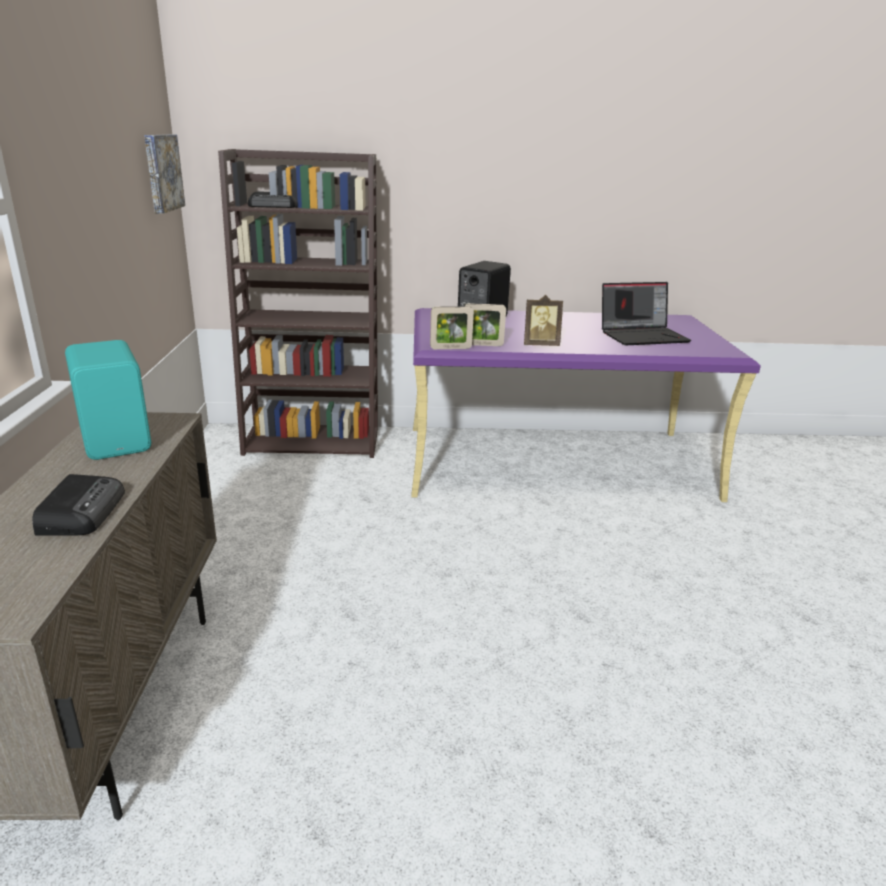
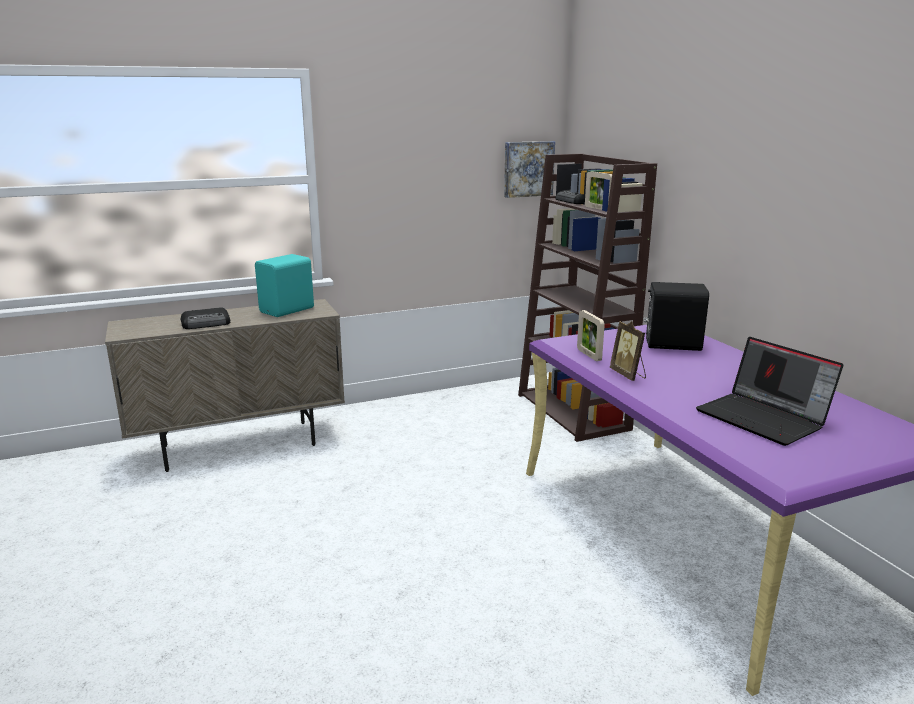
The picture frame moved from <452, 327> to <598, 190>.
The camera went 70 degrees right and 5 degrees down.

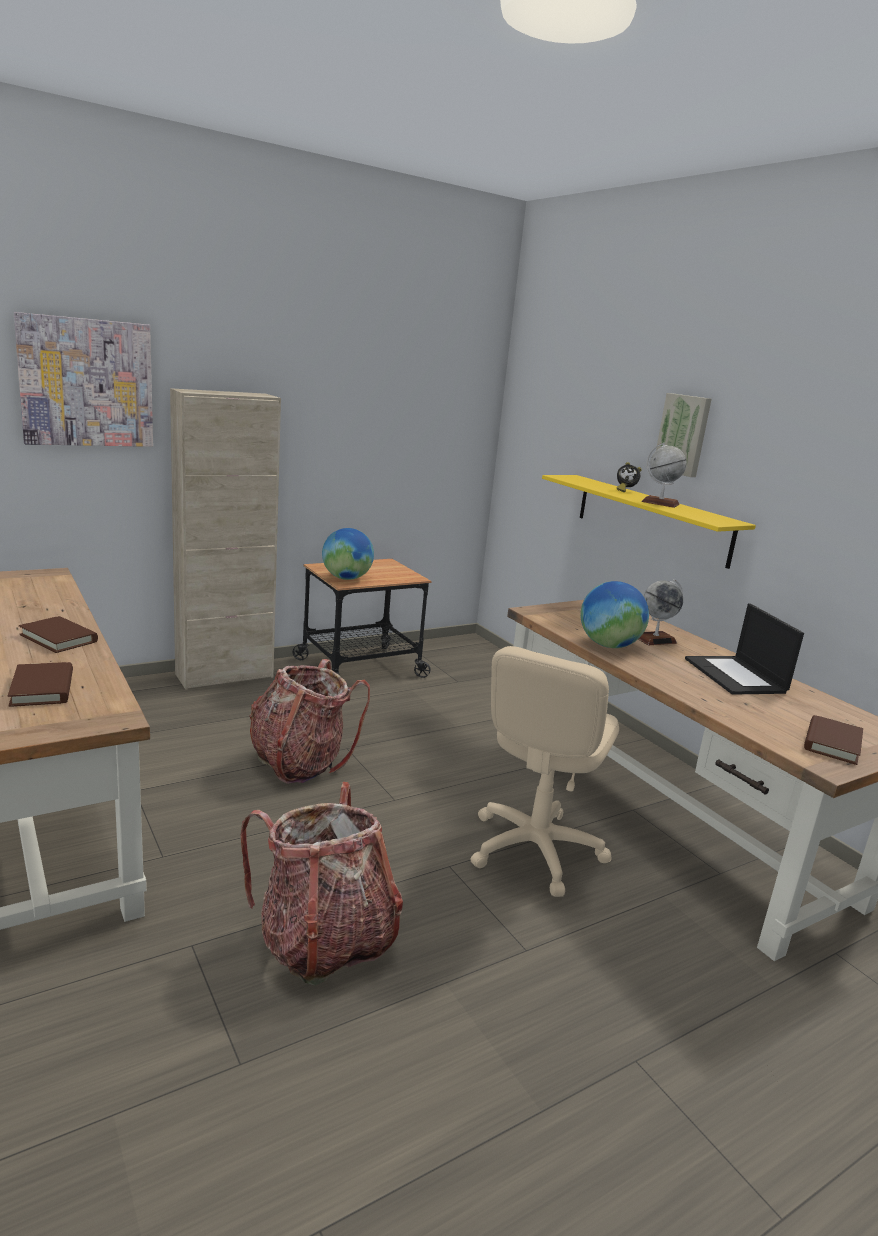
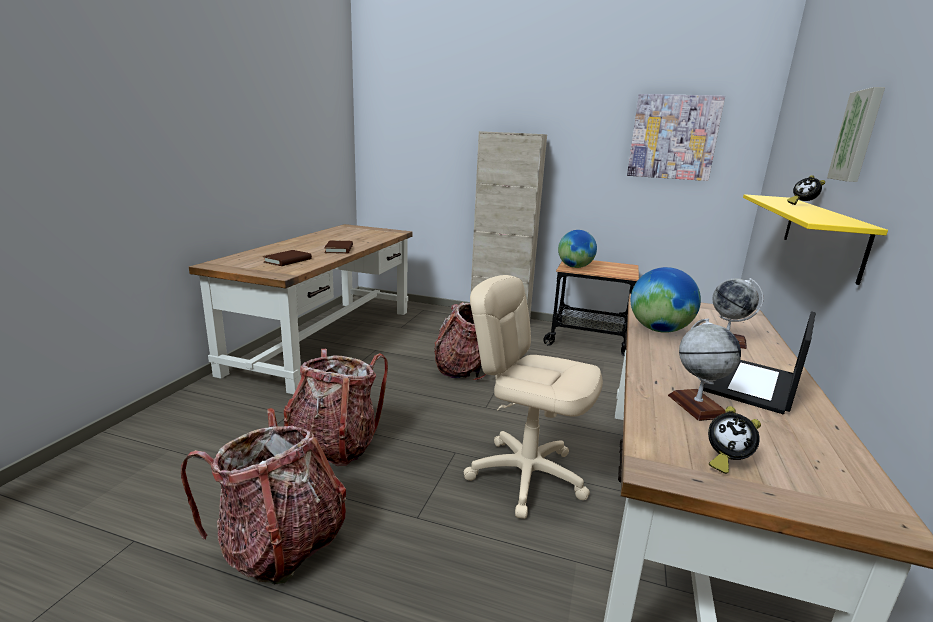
The picture moved from <83, 379> to <676, 137>.
The office chair (beige) at <544, 771> turned 45 degrees clockwise.
The globe moved from <664, 475> to <704, 370>.
The book (brown) at <833, 740> was replaced by the alarm clock at <734, 440>.
The backpack at <263, 496> appeared.
The camera went 50 degrees right and 0 degrees up.

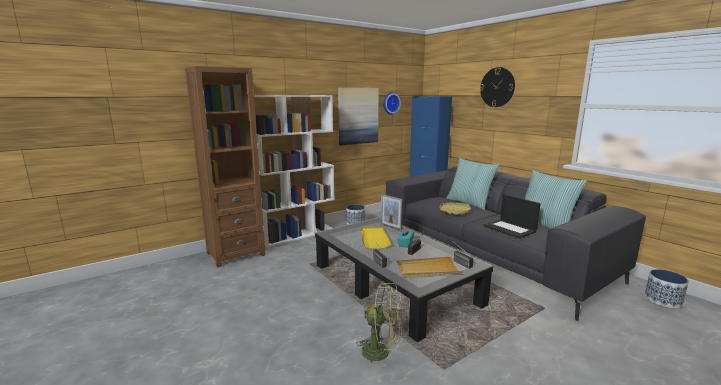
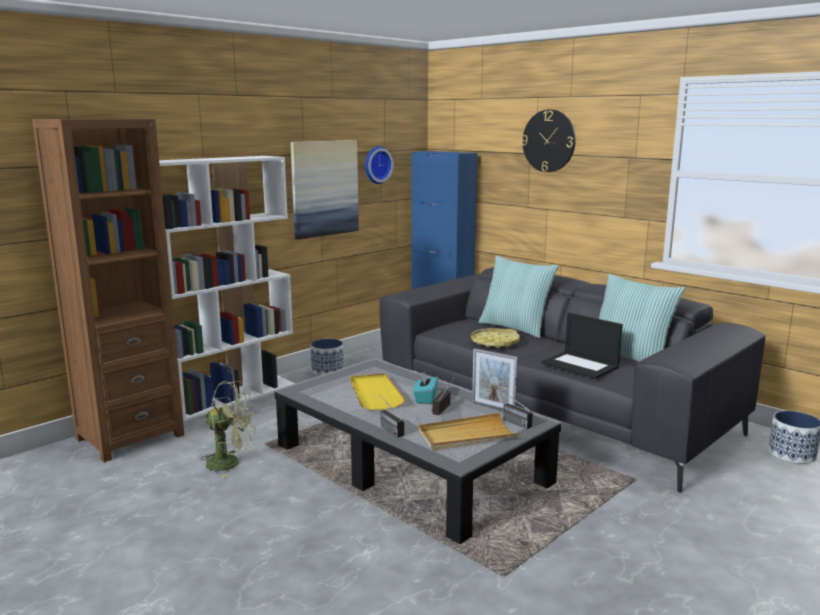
The fan (green) moved from <379, 326> to <227, 429>.
The picture frame moved from <392, 212> to <495, 379>.
The camera went 10 degrees left and 0 degrees up.

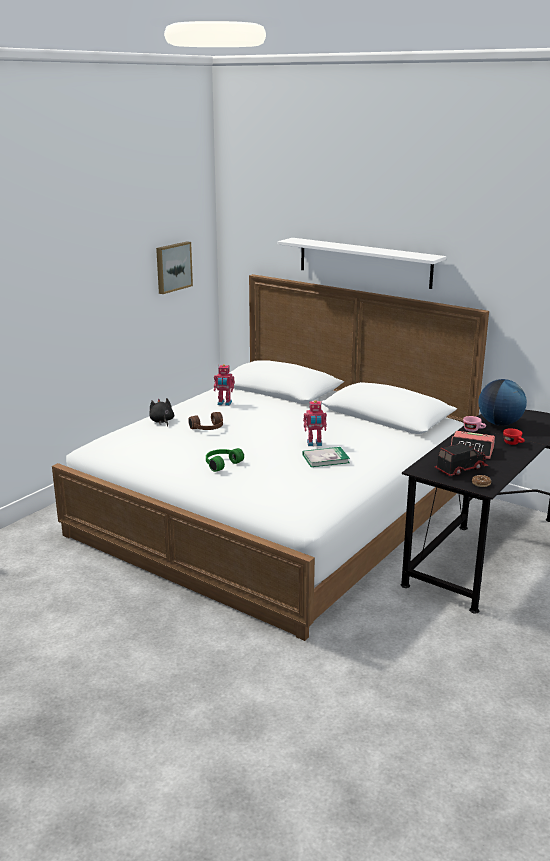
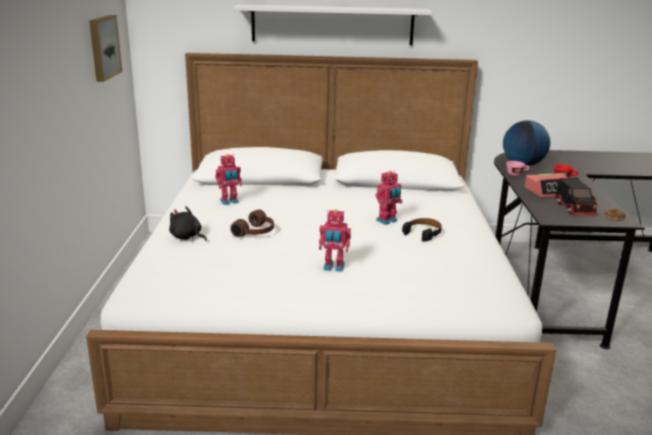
The headphones (green) at <225, 460> was replaced by the toy robot at <335, 241>.
The book at <326, 457> was replaced by the headphones (black) at <422, 230>.
The toy truck at <462, 459> turned 150 degrees clockwise.
The camera went 35 degrees left and 0 degrees up.

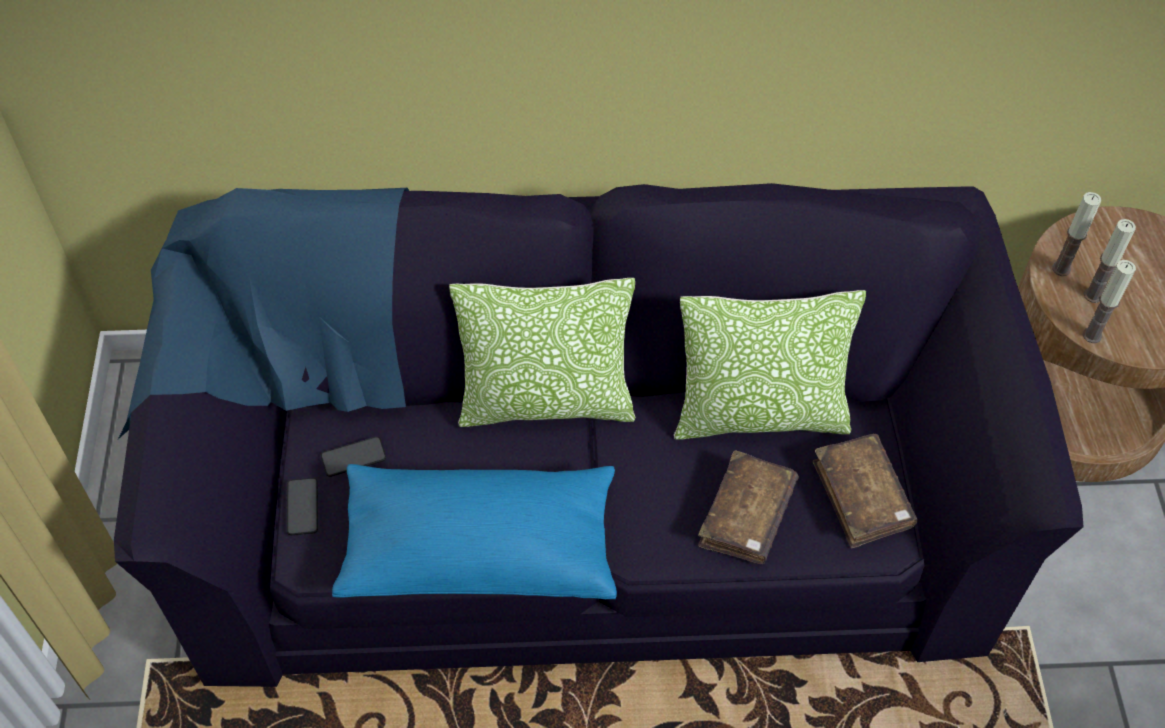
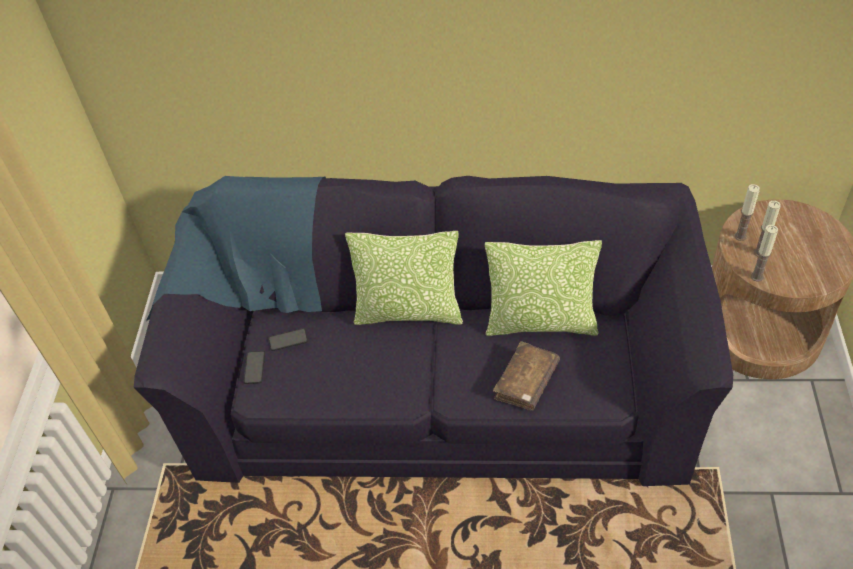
The pillow (blue) at <474, 531> disappeared.
The book (brown) at <865, 491> disappeared.
The camera went 10 degrees right and 5 degrees down.

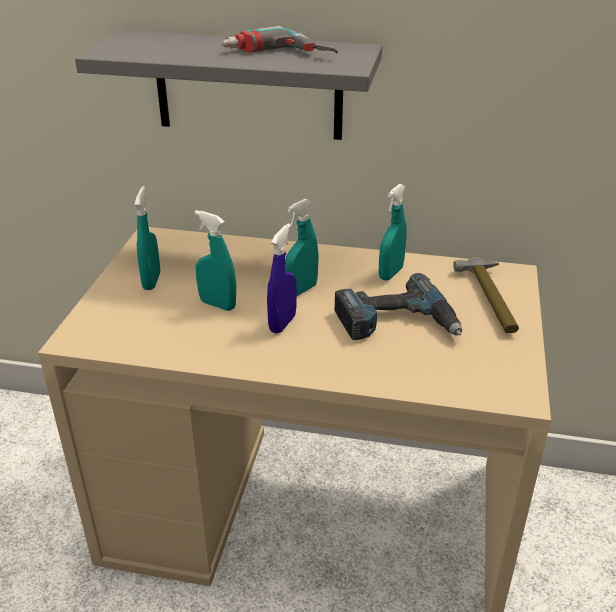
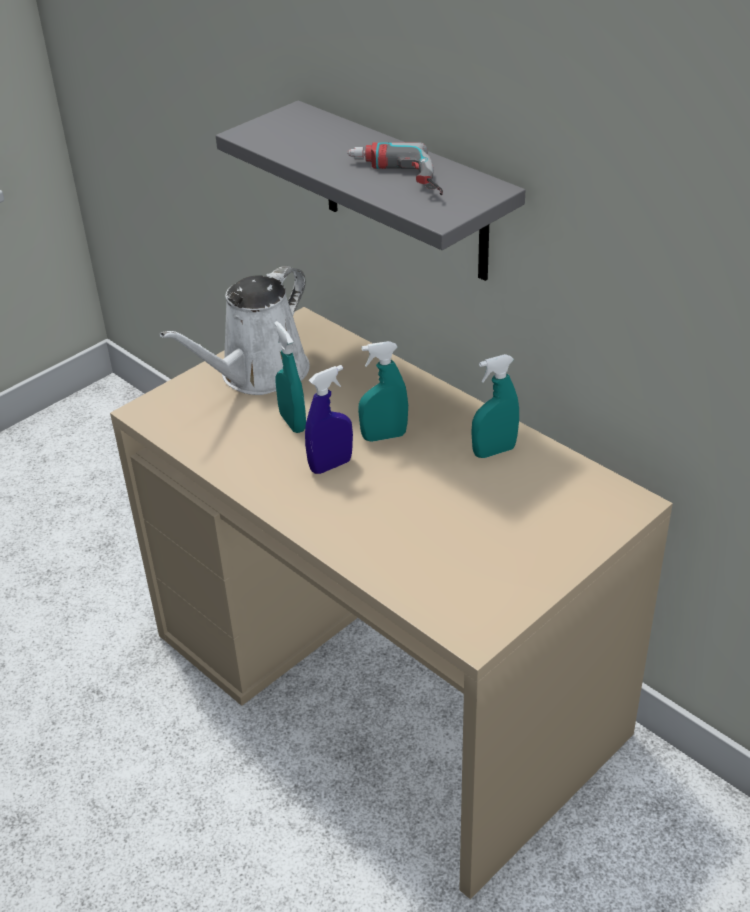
The spray bottle (turquoise) at <147, 238> was replaced by the watering can (white) at <235, 330>.
The power drill at <398, 306> disappeared.
The hammer at <486, 295> disappeared.
The camera went 35 degrees right and 5 degrees up.

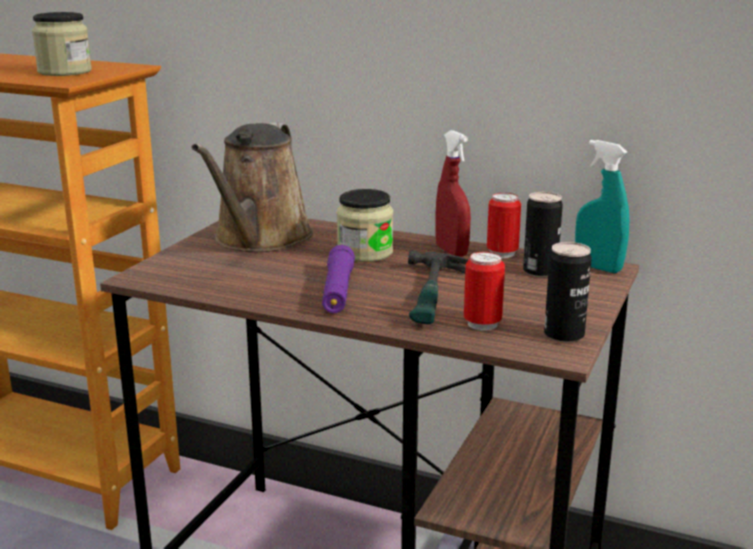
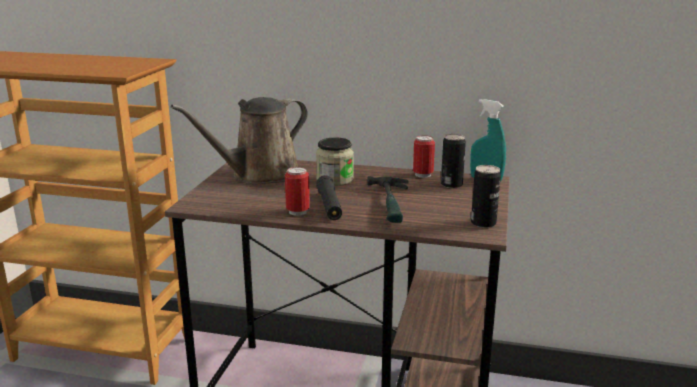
The jar at <62, 44> disappeared.
The watering can (brown) at <252, 187> turned 45 degrees clockwise.
The flashlight (purple) at <338, 279> became the flashlight (black) at <329, 197>.
The spray bottle (red) at <453, 193> disappeared.
The can moved from <484, 291> to <297, 191>.
The camera went 10 degrees left and 0 degrees up.

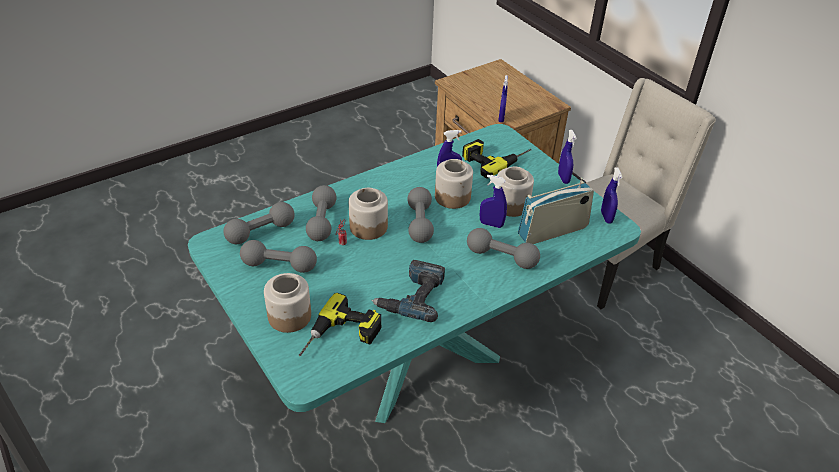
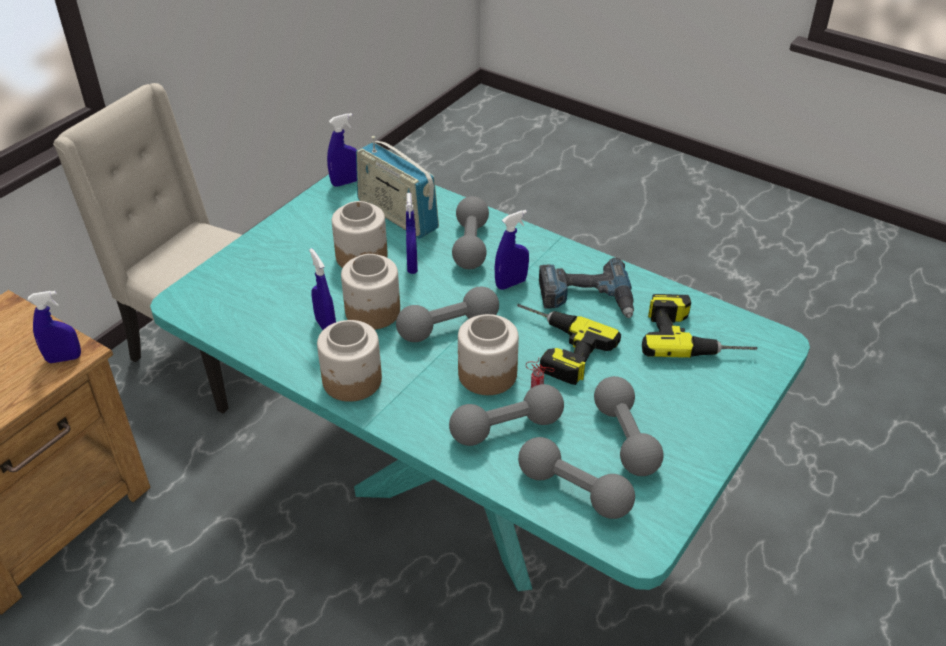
The jar moved from <287, 303> to <349, 361>.
The power drill moved from <496, 159> to <569, 344>.
The spray bottle (blue) moved from <567, 157> to <512, 250>.
The camera went 110 degrees left and 0 degrees up.

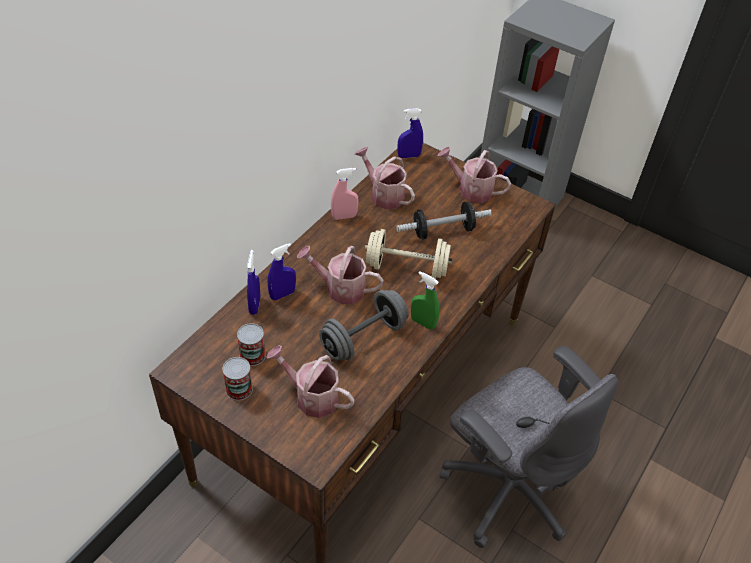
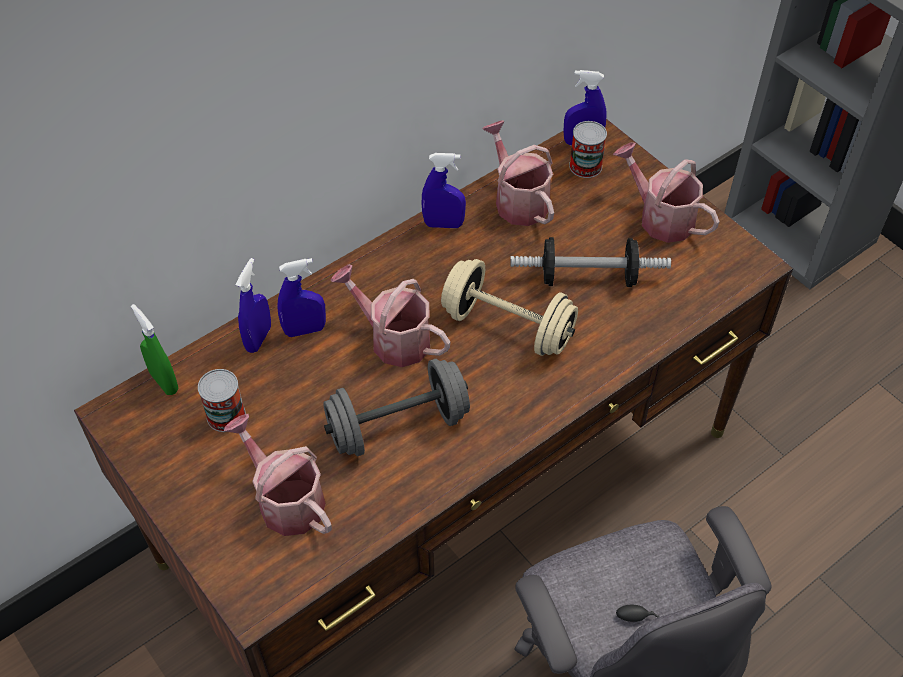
The can moved from <238, 379> to <588, 149>.
The spray bottle (pink) at <345, 194> became the spray bottle (blue) at <444, 190>.
The spray bottle (green) moved from <425, 300> to <154, 349>.
The camera went 20 degrees right and 5 degrees up.

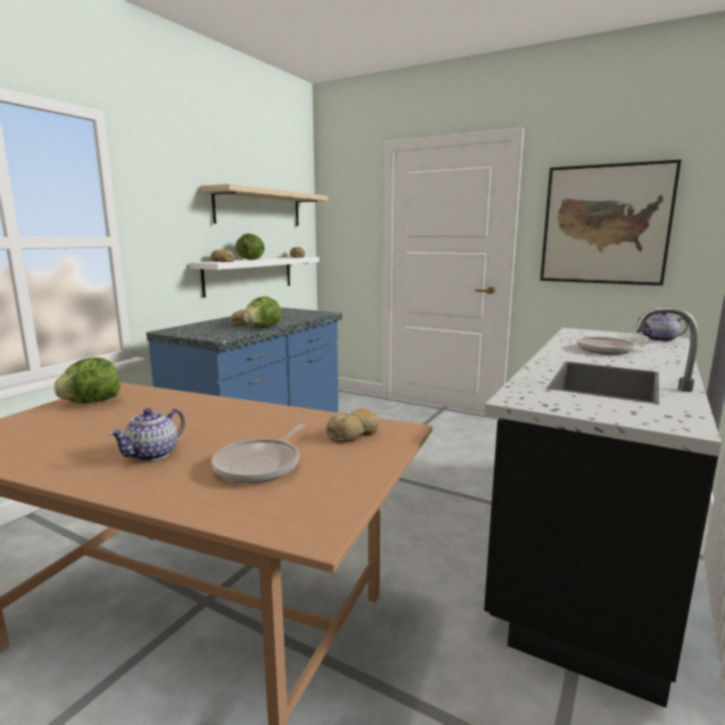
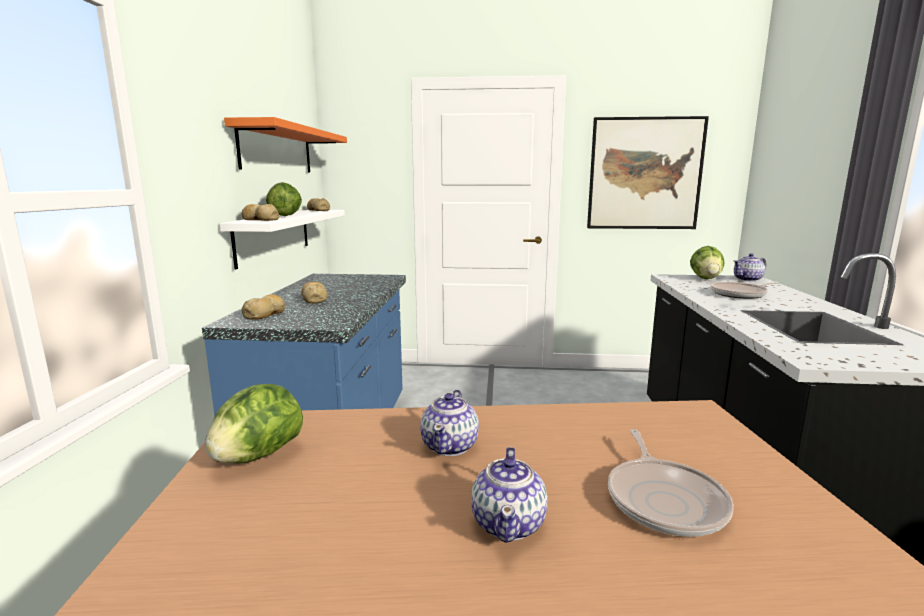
The shelf (beige) at <264, 205> became the shelf (orange) at <285, 144>.
The lettuce moved from <263, 312> to <707, 262>.
The bread moved from <352, 426> to <264, 307>.
The teapot at <449, 423> appeared.
The camera went 25 degrees left and 0 degrees up.

